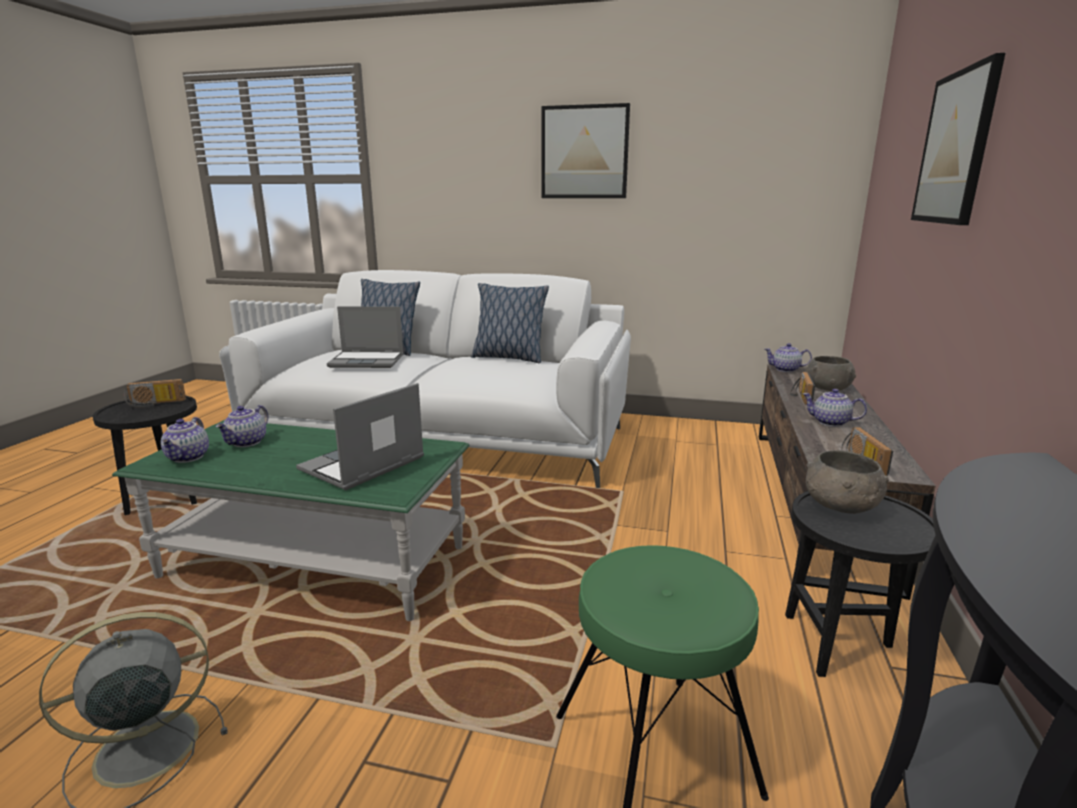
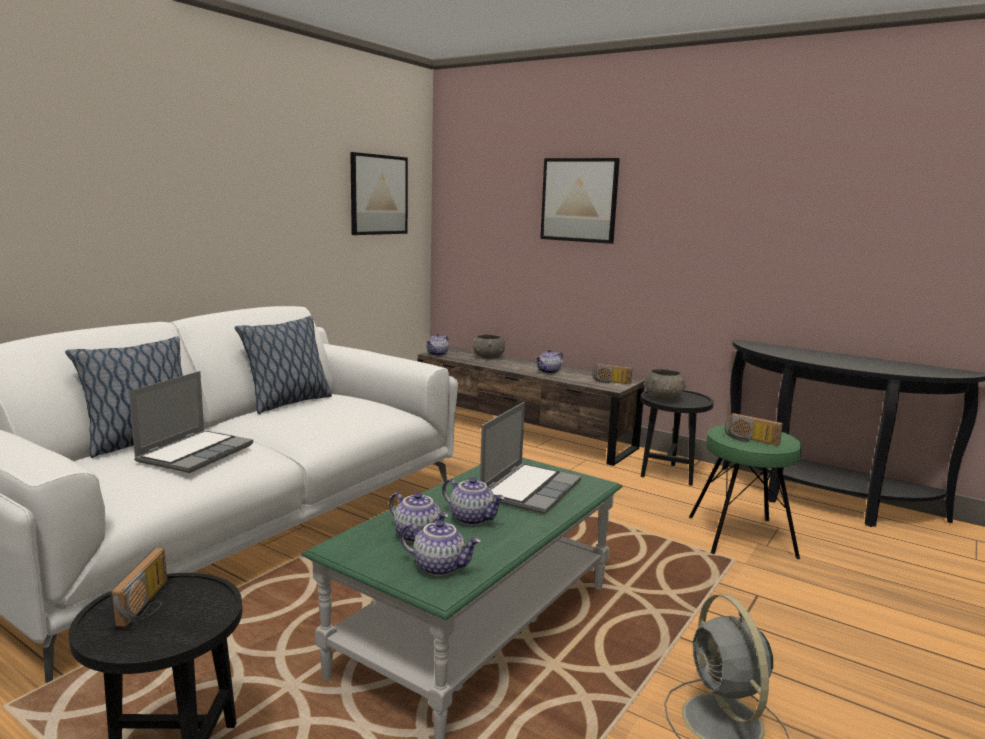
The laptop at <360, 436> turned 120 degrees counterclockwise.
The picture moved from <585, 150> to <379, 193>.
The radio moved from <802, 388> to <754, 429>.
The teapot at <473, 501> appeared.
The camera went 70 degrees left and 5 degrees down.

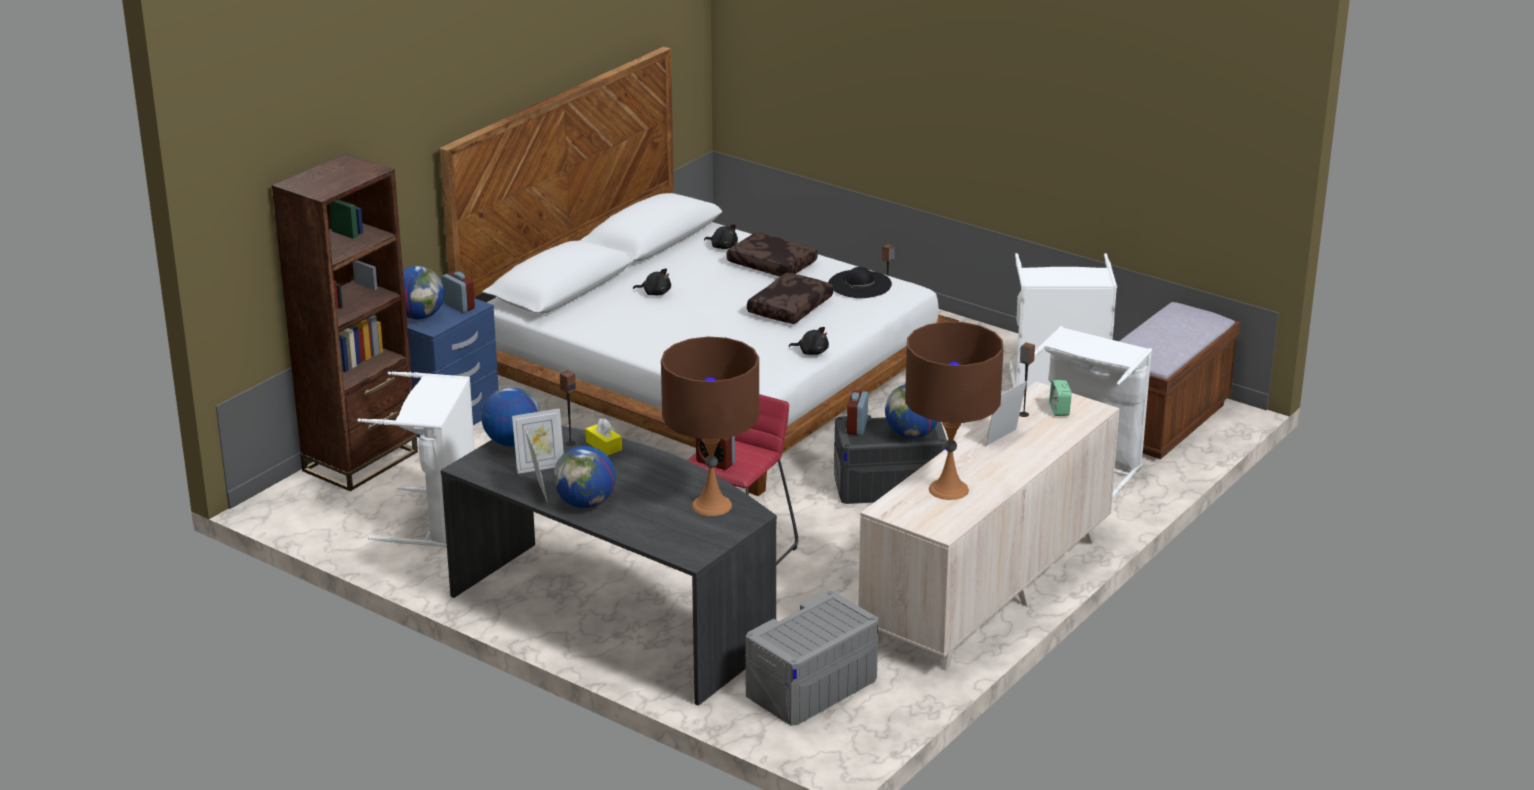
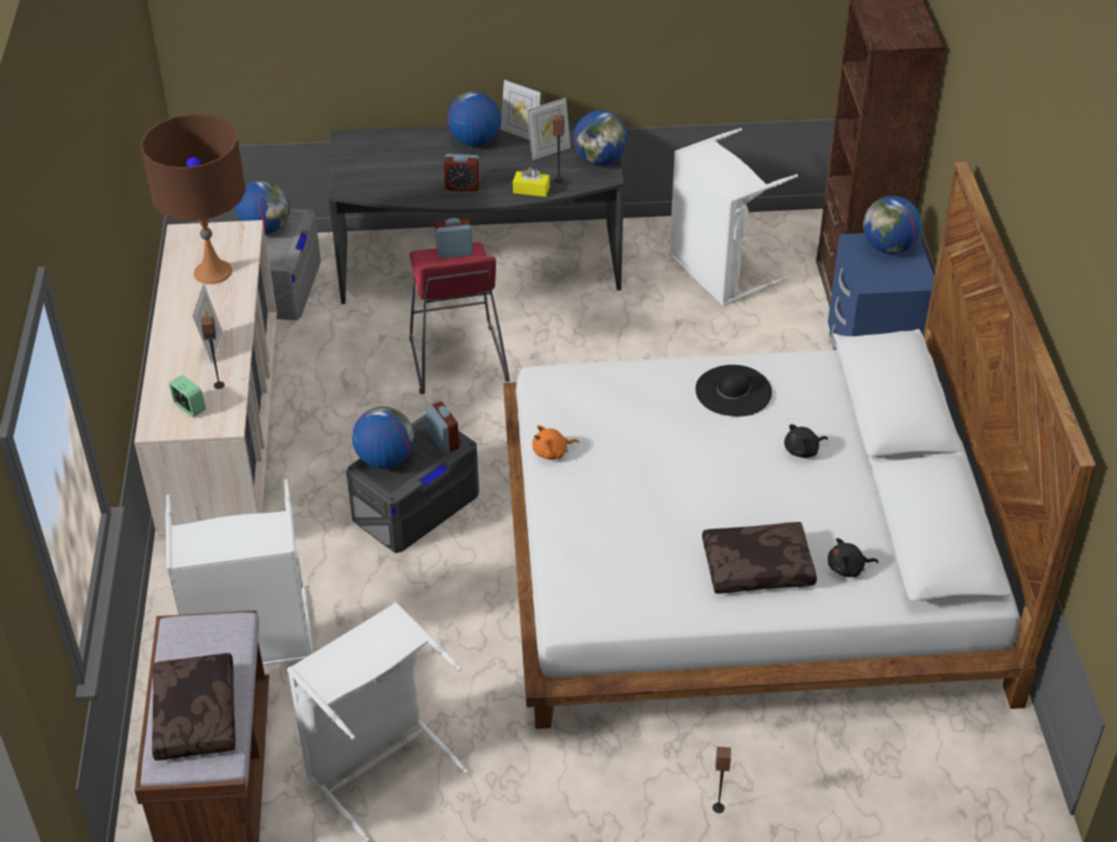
The alarm clock moved from <458, 292> to <461, 173>.
The picture frame at <538, 441> turned 150 degrees counterclockwise.
The table lamp (brown) at <710, 426> disappeared.
The pillow (brown) moved from <790, 298> to <194, 706>.
The plush toy (black) at <809, 341> became the plush toy (orange) at <555, 442>.
The hat (black) moved from <860, 282> to <734, 391>.
The globe at <263, 207> appeared.
The camera went 140 degrees right and 15 degrees up.

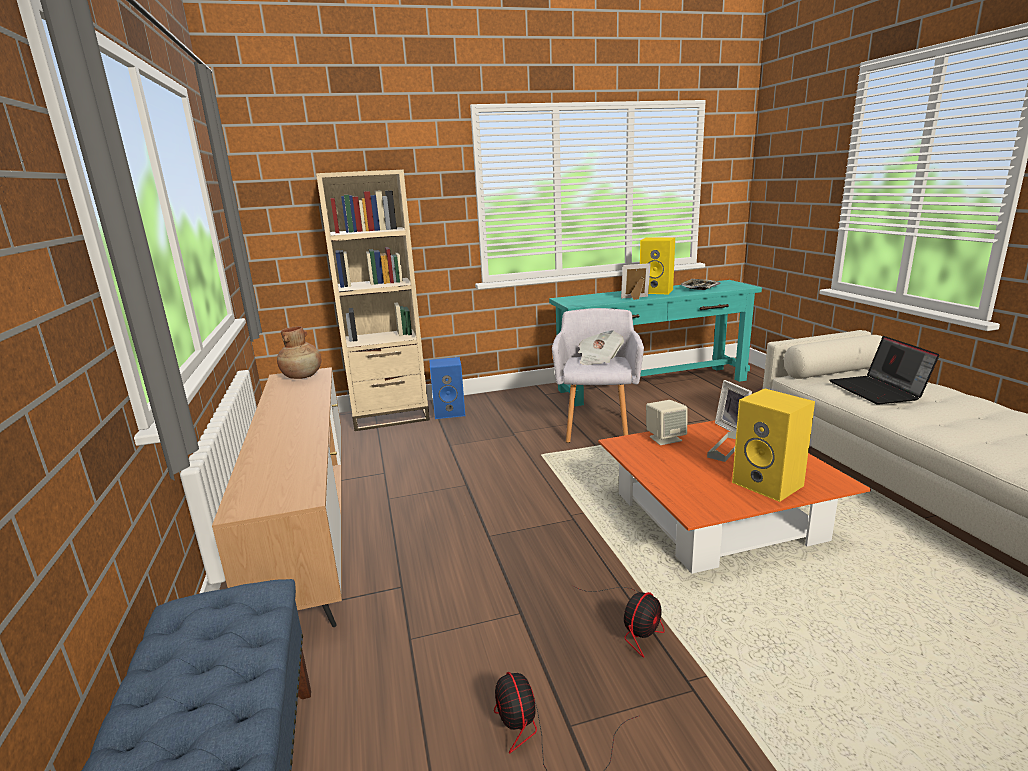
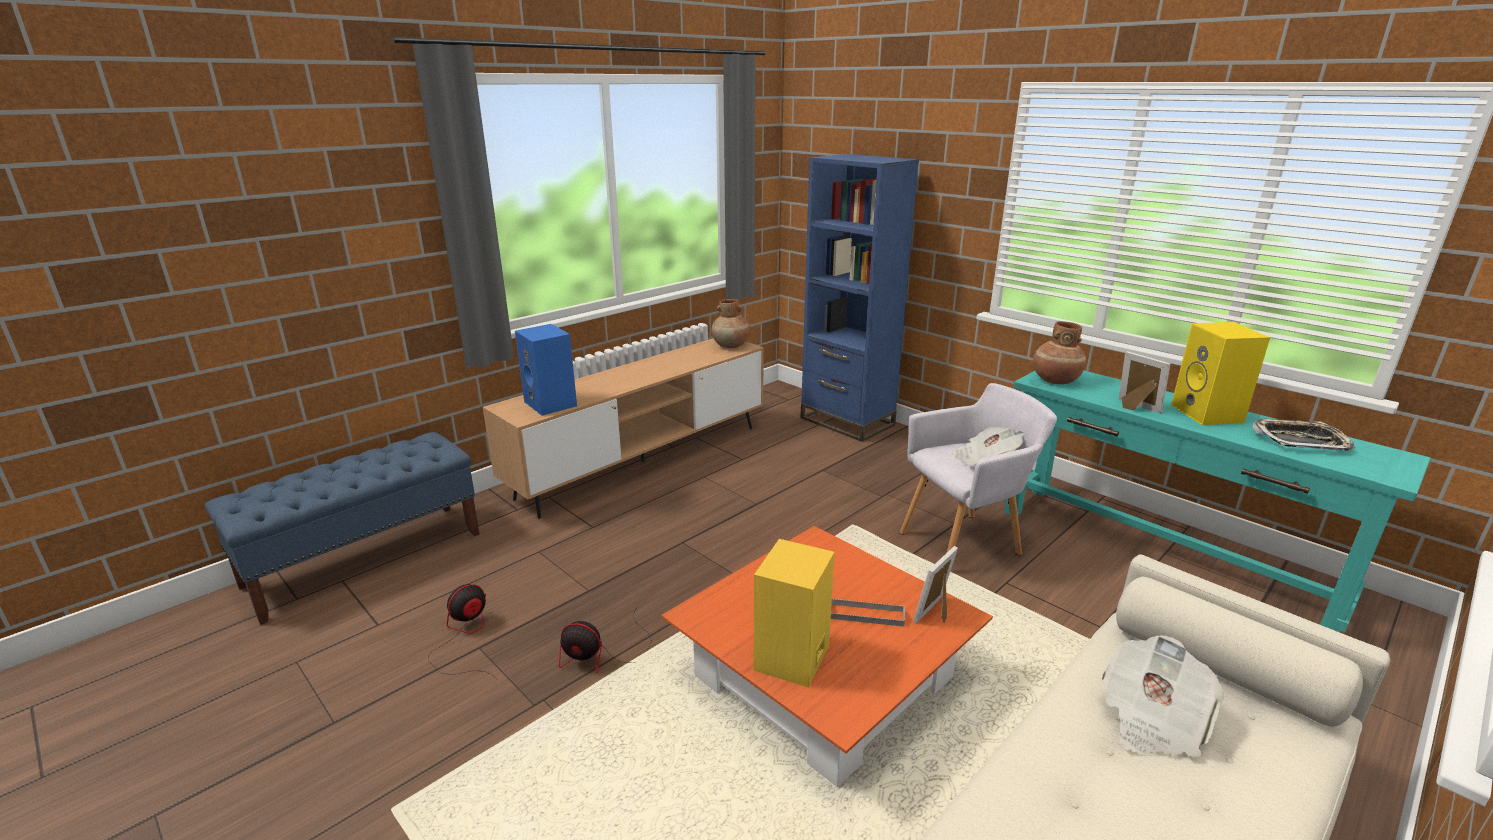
The bookcase (beige) at <373, 300> became the bookcase (blue) at <860, 298>.
The speaker (blue) moved from <447, 388> to <546, 370>.
The speaker (beige) at <666, 422> disappeared.
The laptop at <884, 370> was replaced by the newspaper at <1163, 696>.
The vase (brown) at <1059, 352> appeared.
The camera went 60 degrees right and 5 degrees up.

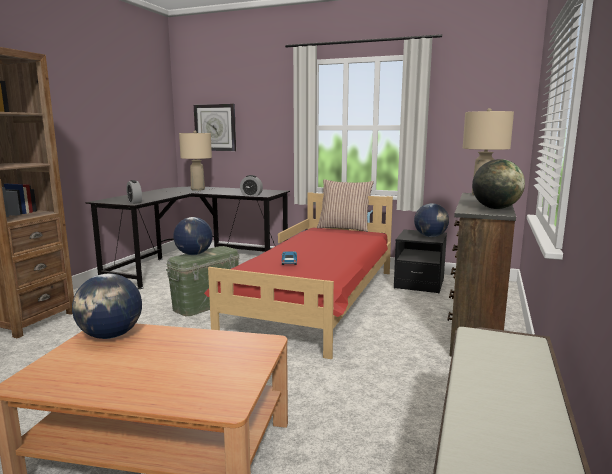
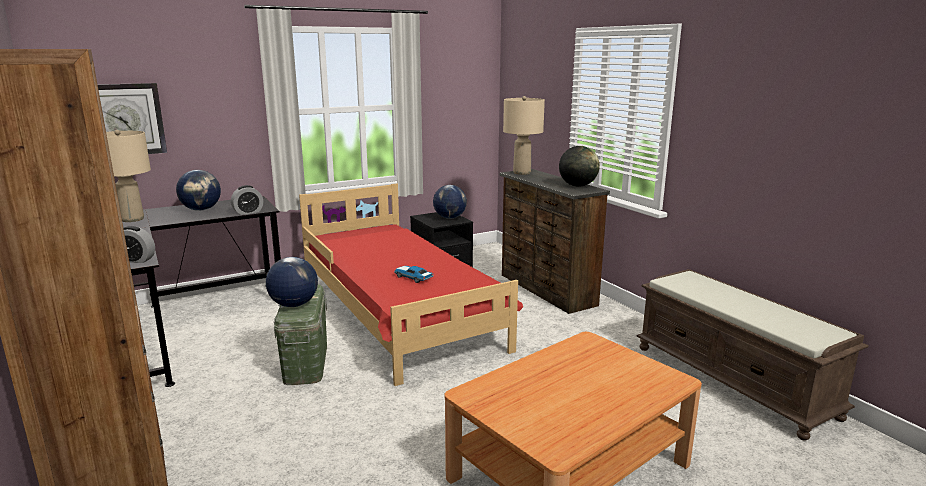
The globe moved from <107, 306> to <198, 190>.
The pillow at <345, 205> disappeared.
The camera went 50 degrees left and 5 degrees up.

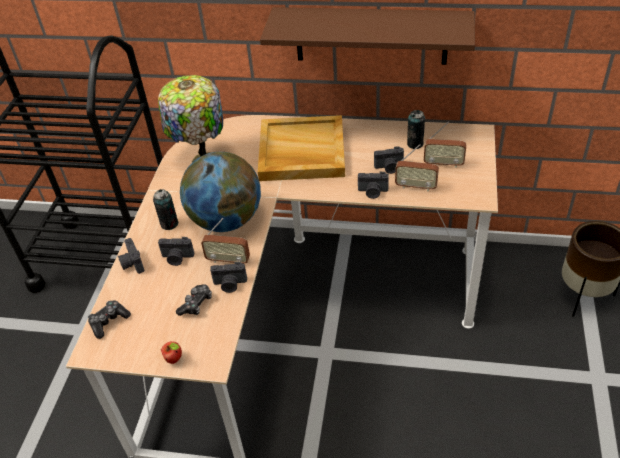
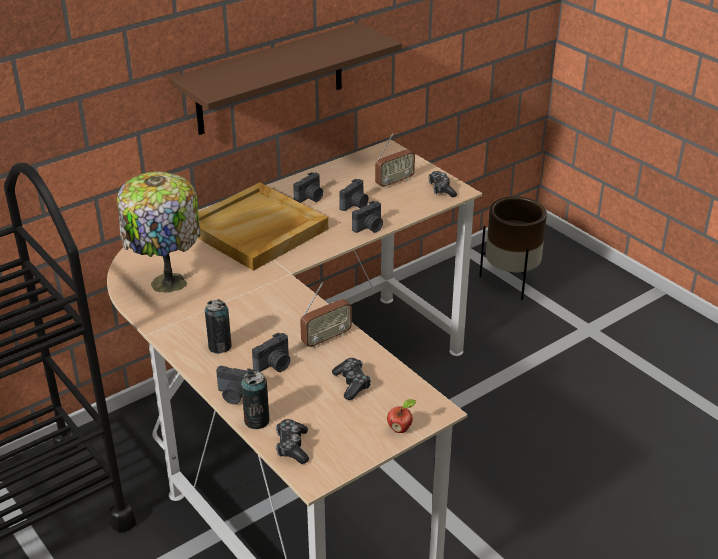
The globe at <220, 192> disappeared.
The photo camera moved from <228, 277> to <308, 187>.
The radio at <417, 167> disappeared.
The can moved from <416, 129> to <255, 400>.
The game controller at <442, 184> appeared.
The camera went 50 degrees left and 10 degrees down.

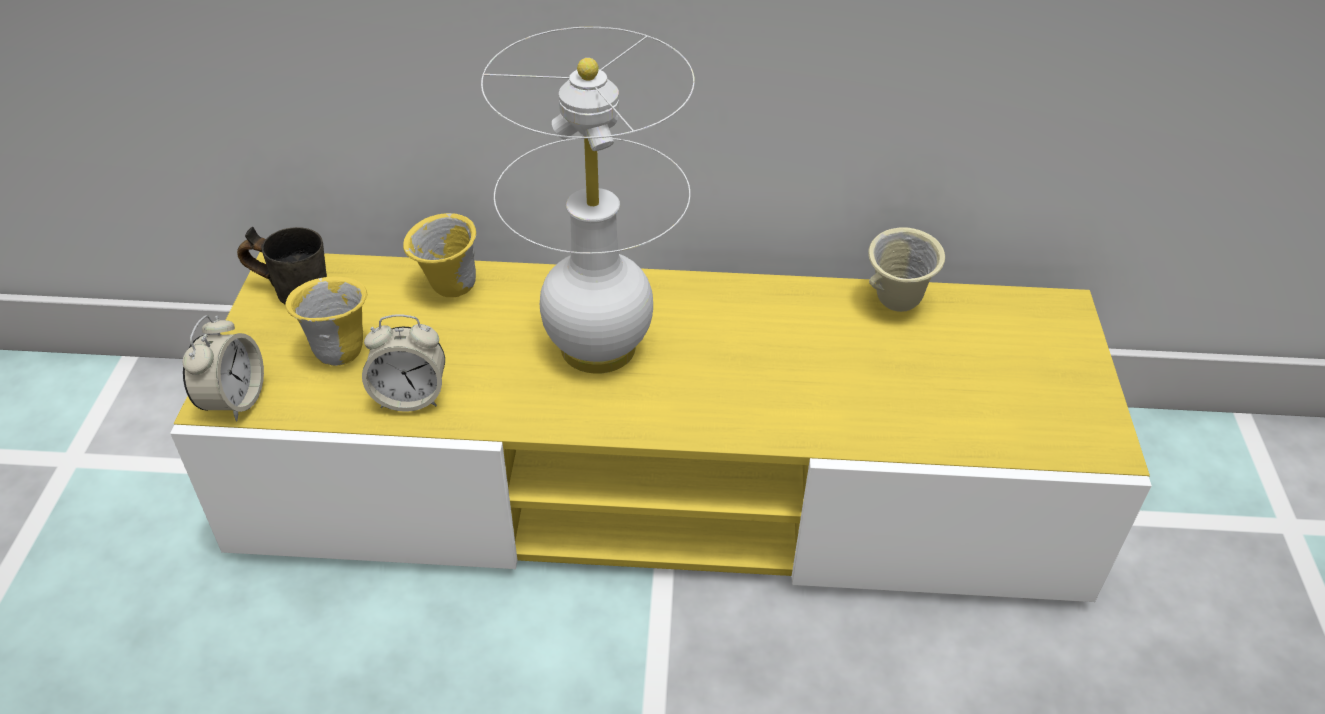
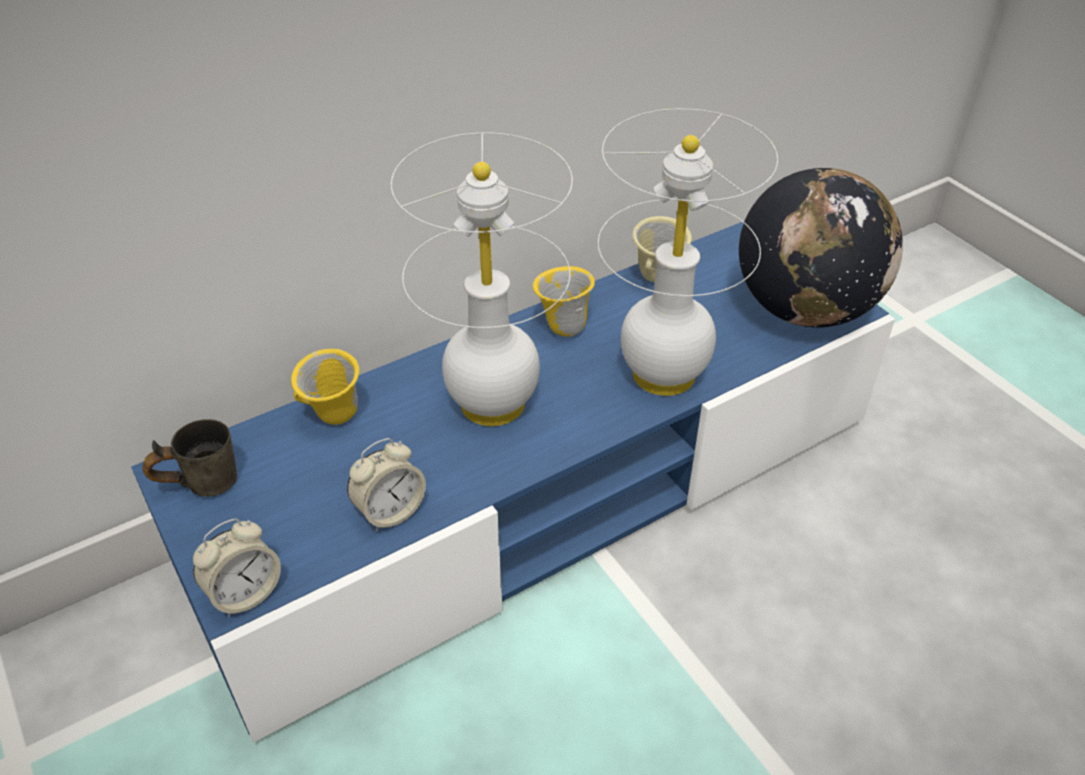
The tv stand (yellow) at <661, 427> became the tv stand (blue) at <513, 482>.
The alarm clock at <223, 368> turned 75 degrees clockwise.
The mug (yellow) moved from <326, 321> to <564, 301>.
The table lamp (white) at <688, 252> appeared.
The globe at <821, 248> appeared.
The camera went 35 degrees left and 0 degrees up.

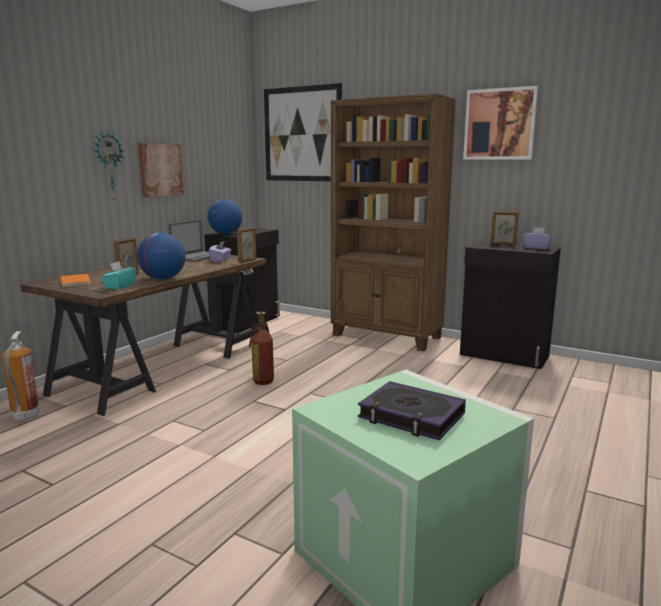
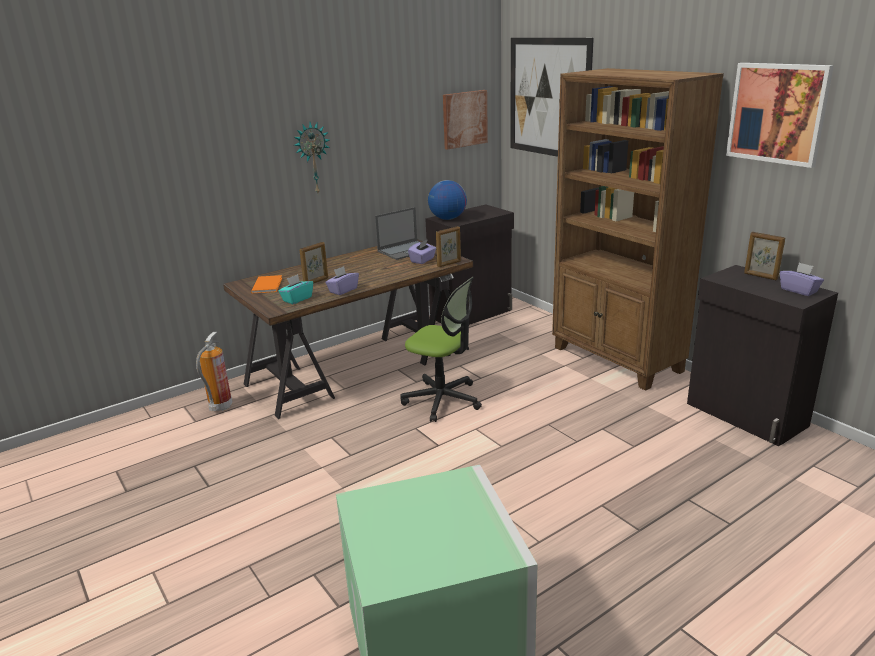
The globe at <161, 256> was replaced by the tissue box (purple) at <342, 280>.
The picture moved from <161, 170> to <465, 120>.
The fire extinguisher at <261, 348> was replaced by the office chair at <441, 349>.
The book at <412, 410> disappeared.
The camera went 25 degrees right and 10 degrees up.

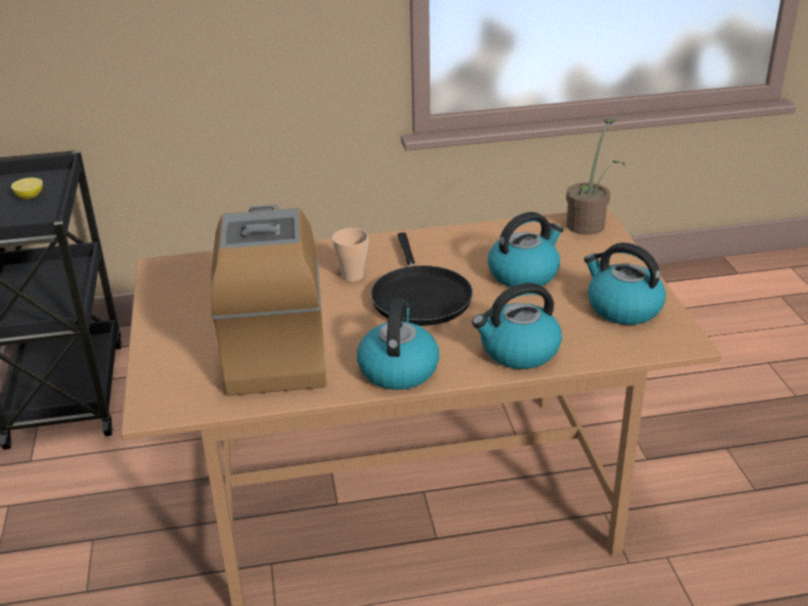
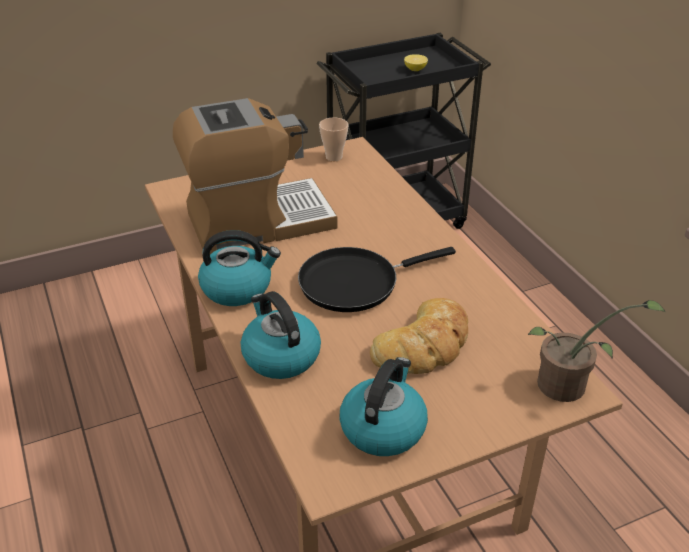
The cup moved from <350, 255> to <334, 139>.
The kettle at <526, 249> was replaced by the bread at <419, 336>.
The camera went 75 degrees right and 5 degrees up.

